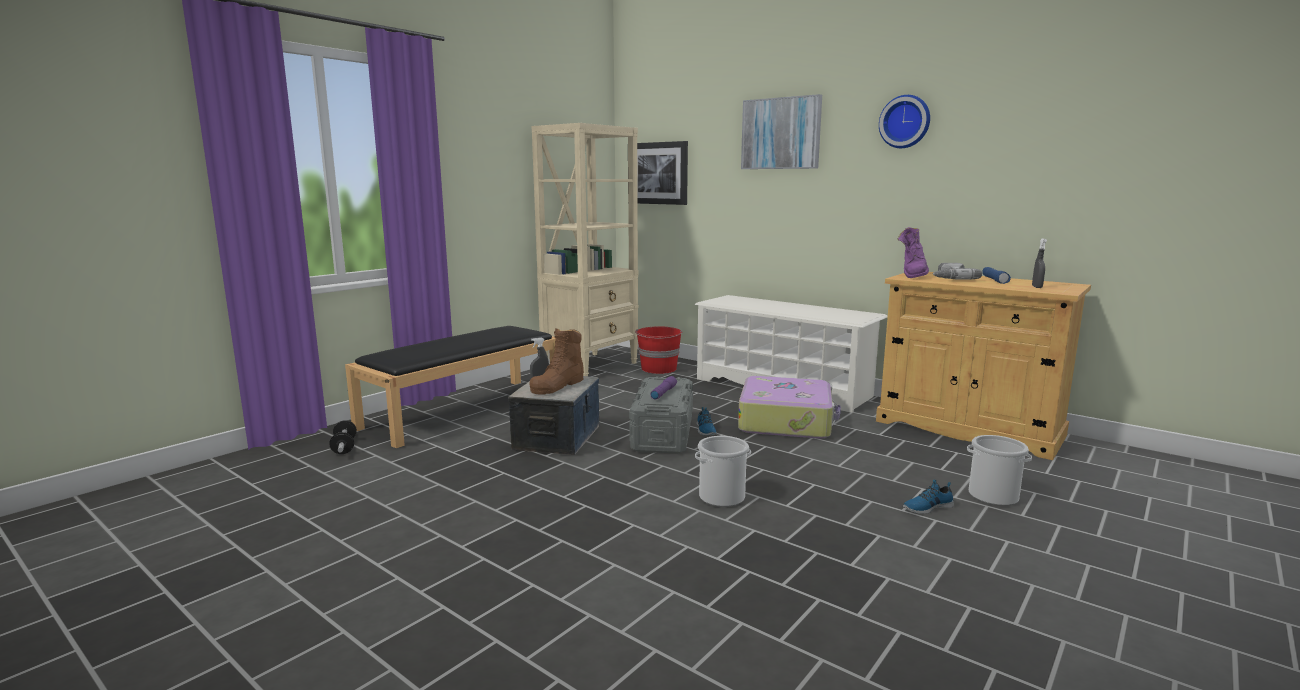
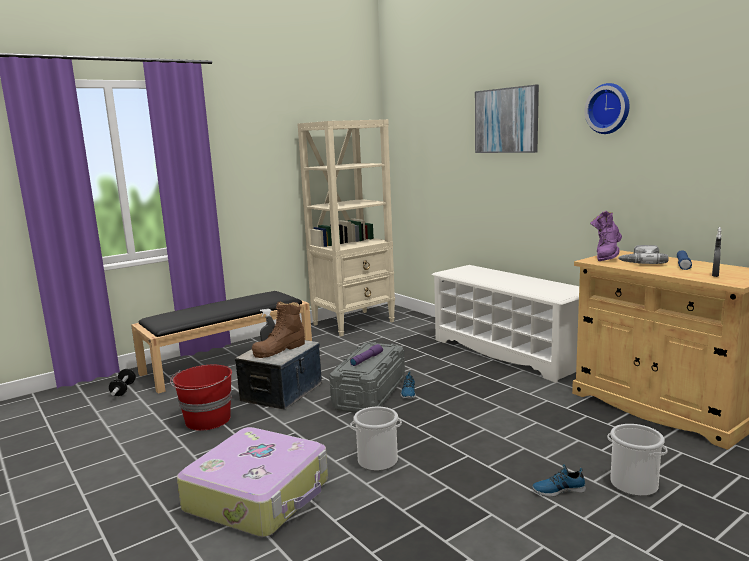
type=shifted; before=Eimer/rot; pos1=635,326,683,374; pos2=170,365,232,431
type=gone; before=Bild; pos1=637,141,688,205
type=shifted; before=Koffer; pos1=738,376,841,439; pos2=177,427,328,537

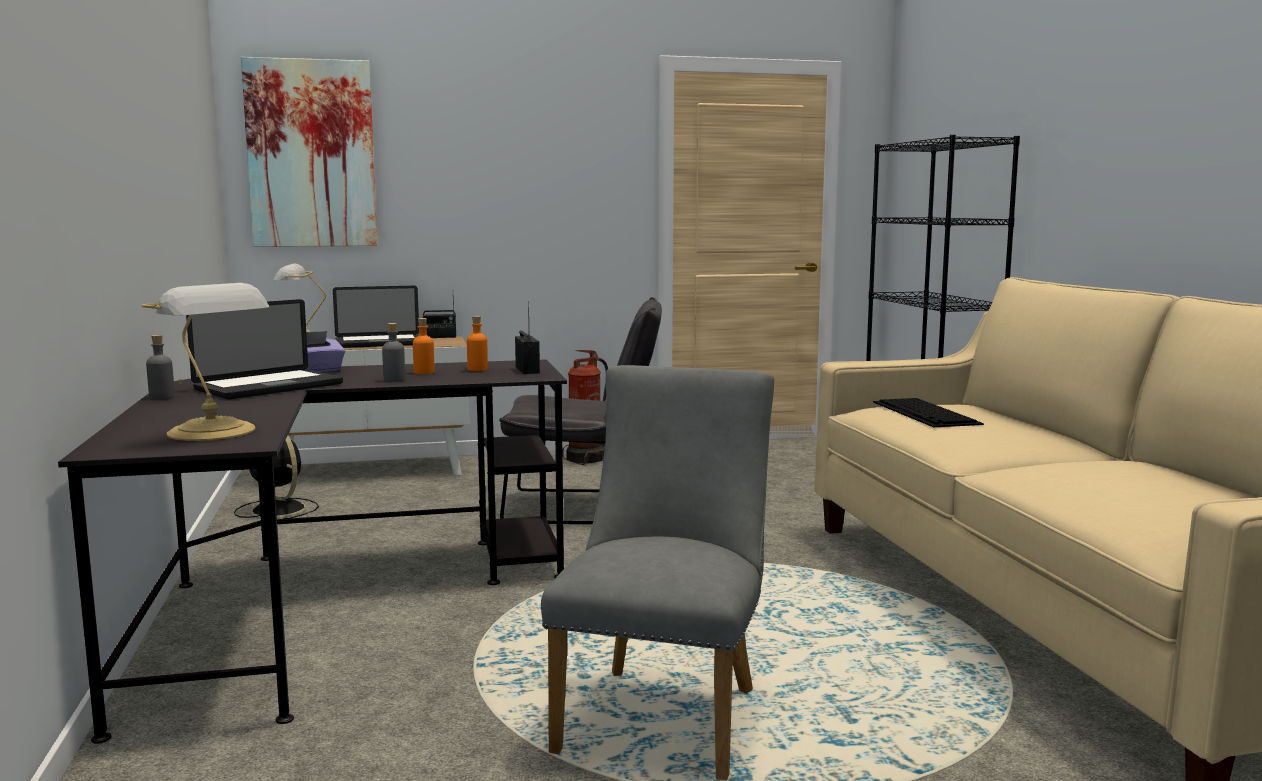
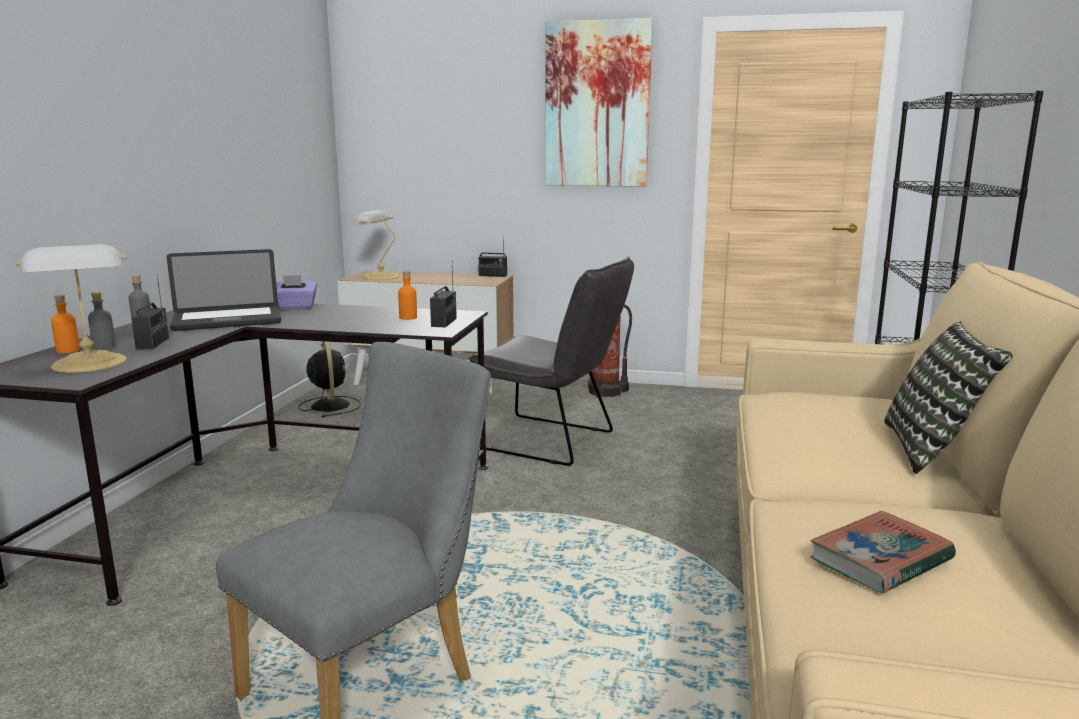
type=shifted; before=Bild; pos1=241,57,378,247; pos2=545,18,653,187
type=gone; before=Laptop; pos1=333,286,419,348
type=shifted; before=Flasche/grau; pos1=382,323,405,382; pos2=88,292,116,350
type=shifted; before=Flasche/orange; pos1=413,318,434,374; pos2=51,295,80,353
type=gone; before=Tastatur; pos1=873,398,984,427
type=new; after=Radio; pos2=131,274,169,350
type=new; after=Buch; pos2=810,511,956,593
type=new; after=Kissen; pos2=884,320,1013,474

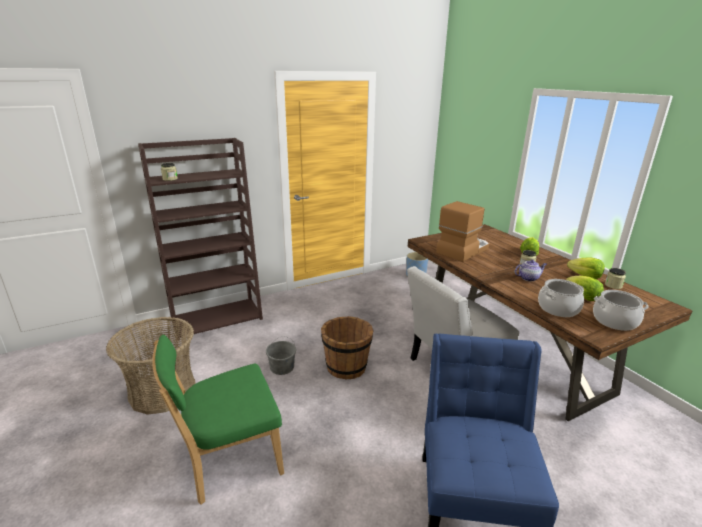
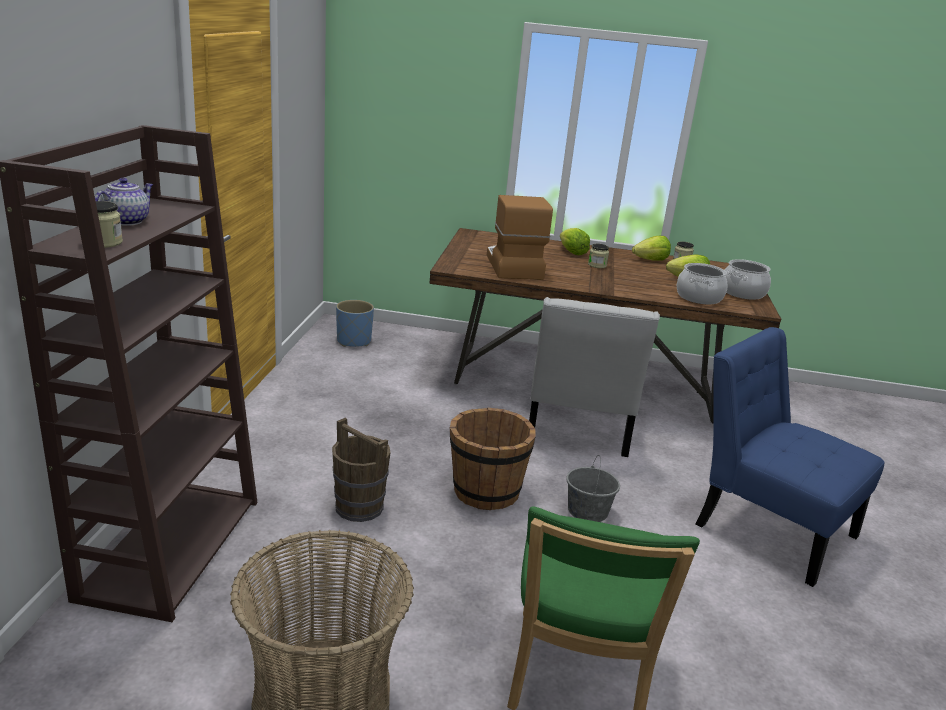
type=shifted; before=Eimer/grau; pos1=266,336,296,375; pos2=566,455,620,522
type=shifted; before=Teekanne; pos1=515,260,547,281; pos2=95,178,153,226
type=new; after=Eimer/braun; pos2=332,417,391,522

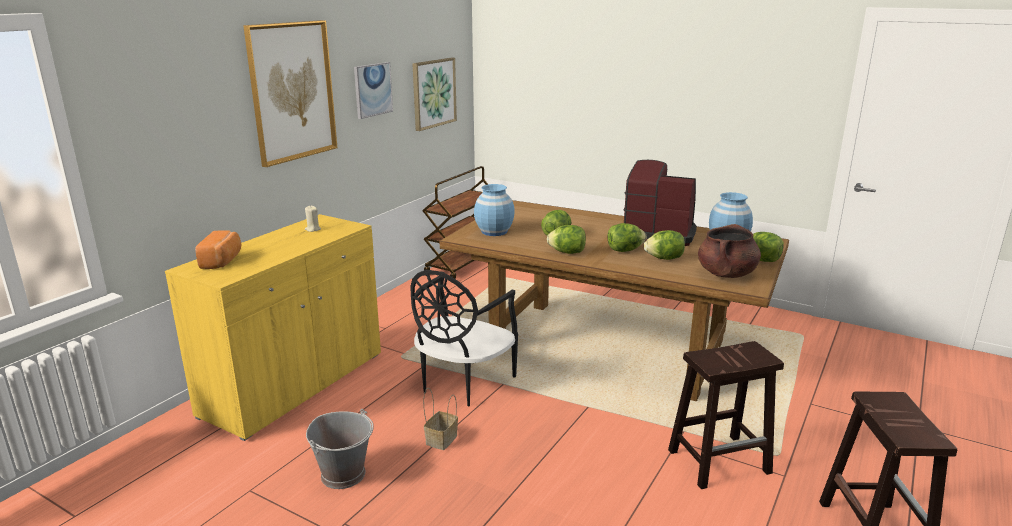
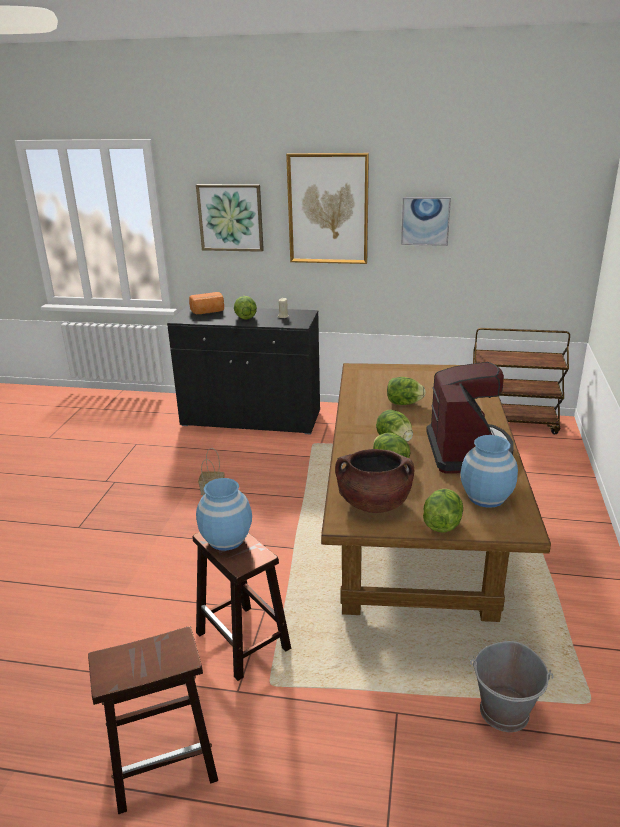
type=repainted; before=Schrank/gelb; after=Schrank/schwarz; pos1=165,214,381,441; pos2=167,306,320,435
type=shifted; before=Eimer/grau; pos1=306,409,374,489; pos2=470,641,554,732
type=gone; before=Stuhl/schwarz; pos1=411,270,518,406
type=shifted; before=Bild; pos1=412,58,457,131; pos2=196,184,264,252
type=shifted; before=Vase/blau; pos1=474,184,515,236; pos2=196,478,252,551
type=shifted; before=Salatkopf; pos1=547,225,586,254; pos2=234,296,257,320

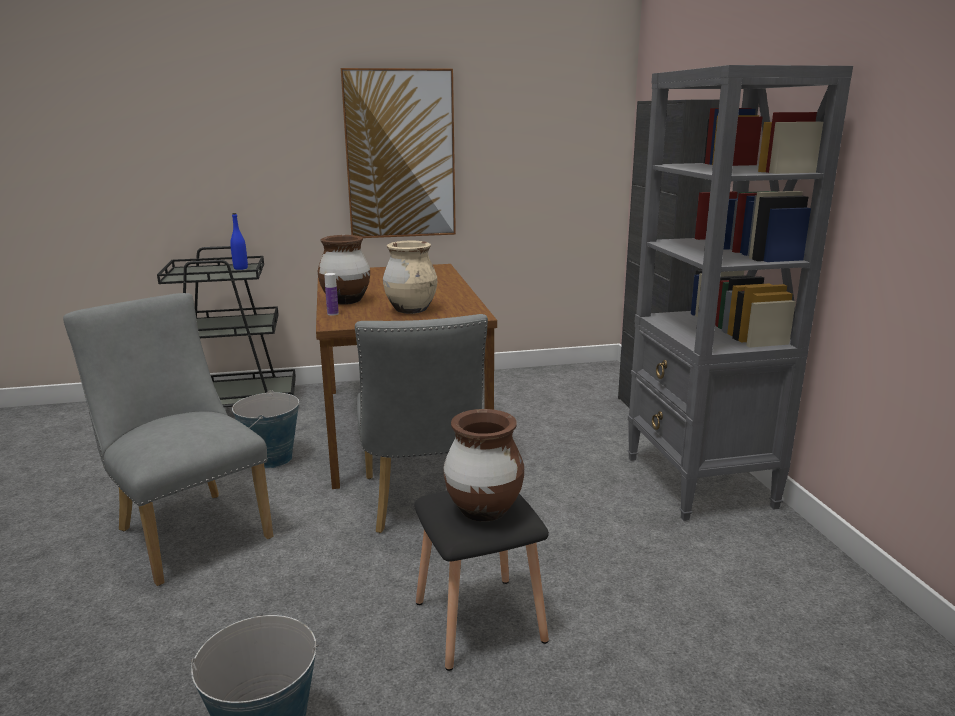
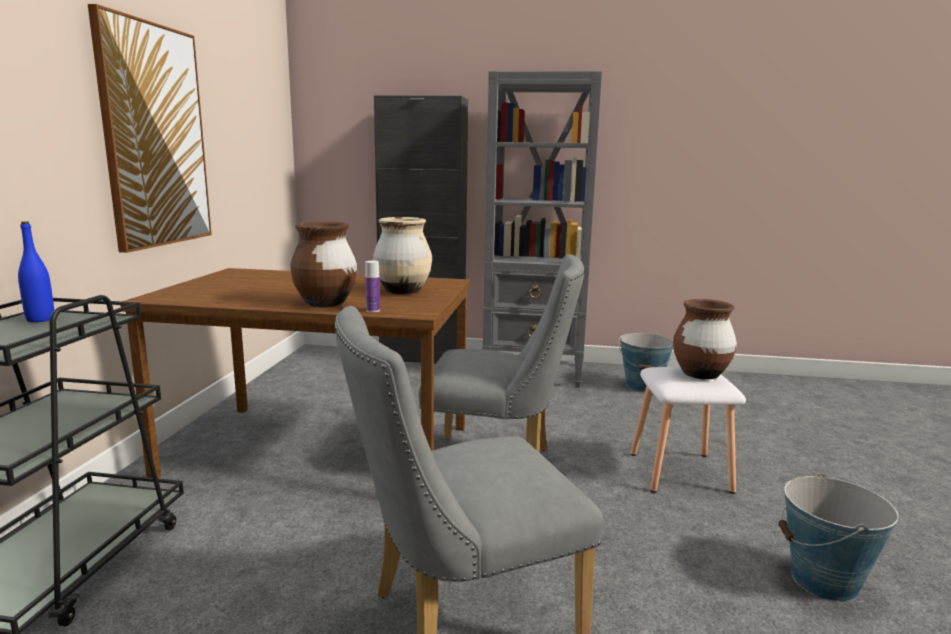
type=shifted; before=Eimer; pos1=232,390,299,468; pos2=619,333,674,393
type=repainted; before=Hocker/schwarz; after=Hocker/weiß; pos1=414,491,549,671; pos2=631,367,746,494

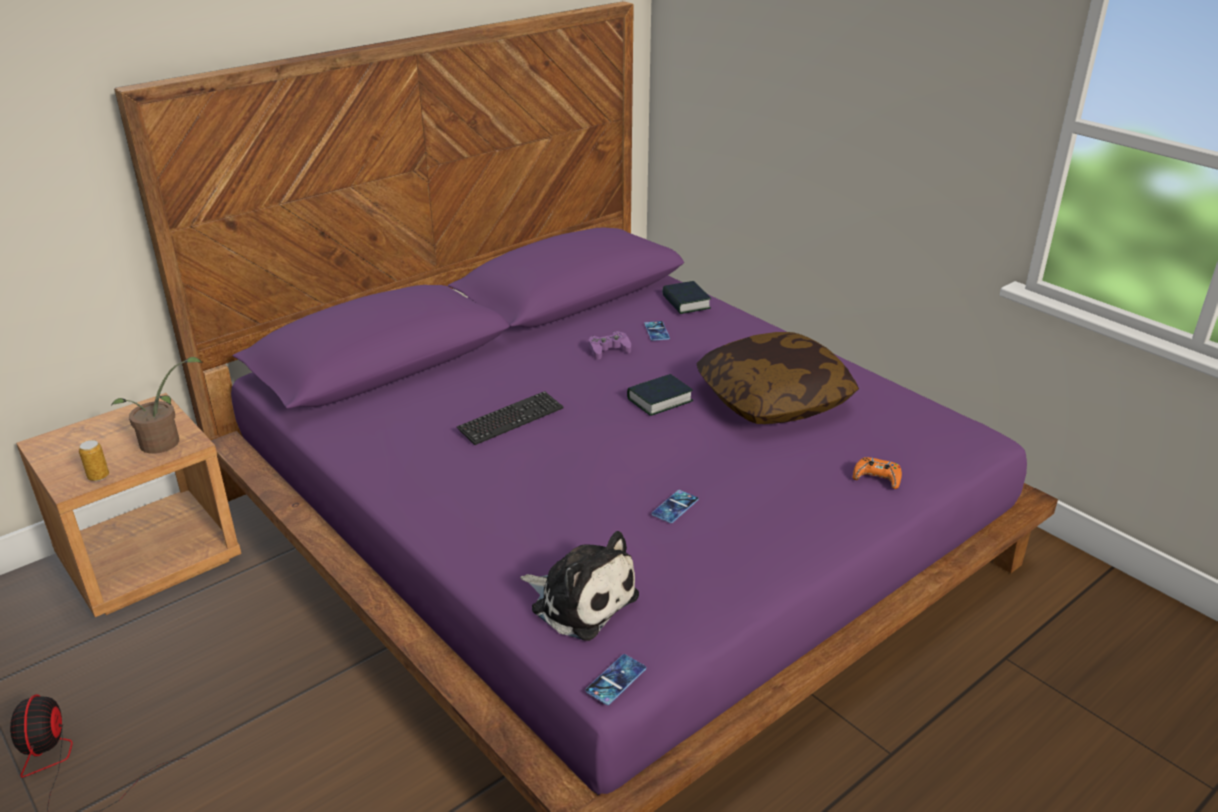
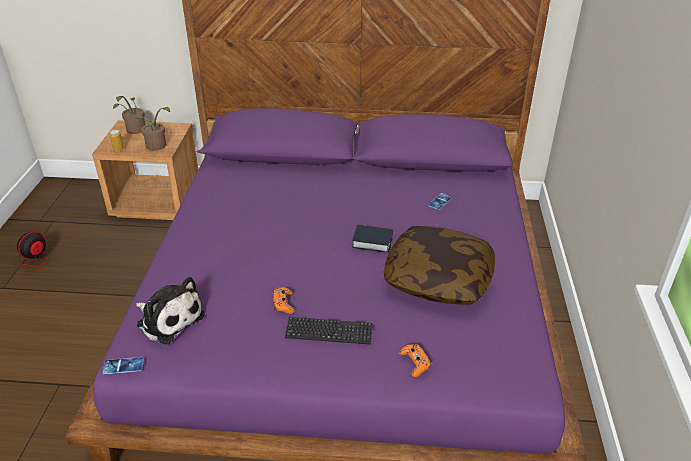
type=shifted; before=Tastatur; pos1=457,391,564,445; pos2=285,317,373,345
type=rotated; before=Plüschtier; pos1=520,531,639,641; pos2=136,277,205,344; turn=-45
type=gone; before=Gamepad/lila; pos1=589,331,631,359
type=swapped; before=Handy; after=Gamepad/orange; pos1=652,490,699,523; pos2=273,287,295,314
type=gone; before=Buch; pos1=662,281,711,314
type=new; after=Topfpflanze; pos2=113,96,146,134

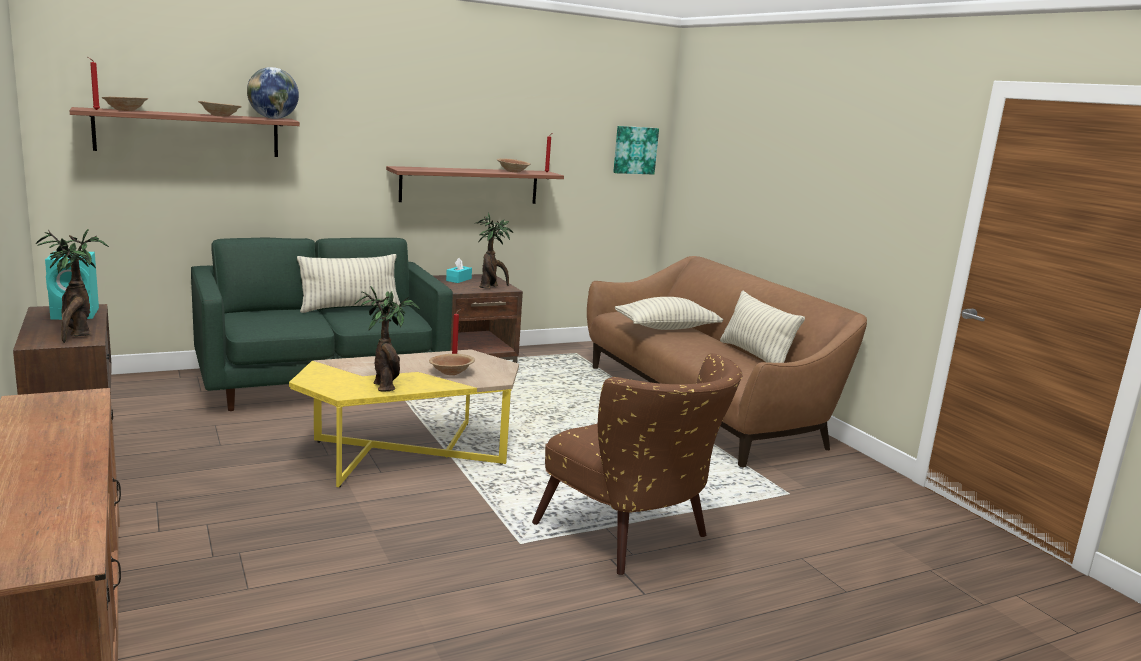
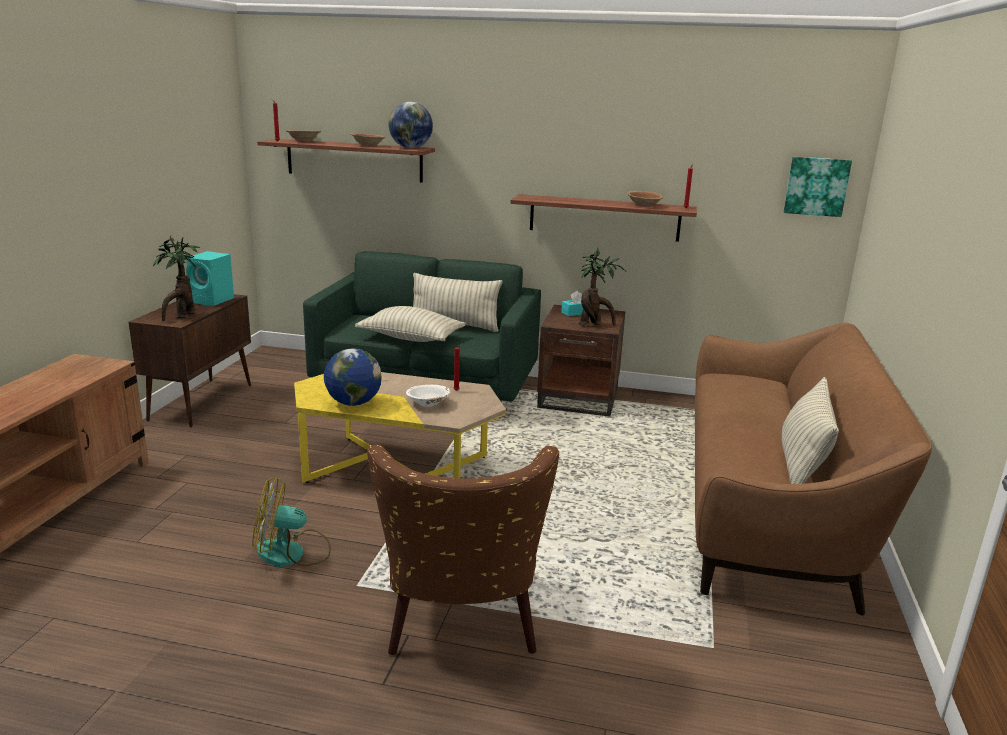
type=swapped; before=Topfpflanze; after=Globus; pos1=354,286,420,392; pos2=324,348,382,406
type=repainted; before=Schüssel/braun; after=Schüssel/weiß; pos1=429,354,475,375; pos2=406,384,451,407
type=shifted; before=Kissen; pos1=615,297,723,330; pos2=355,306,466,342
type=new; after=Ventilator; pos2=252,477,331,567

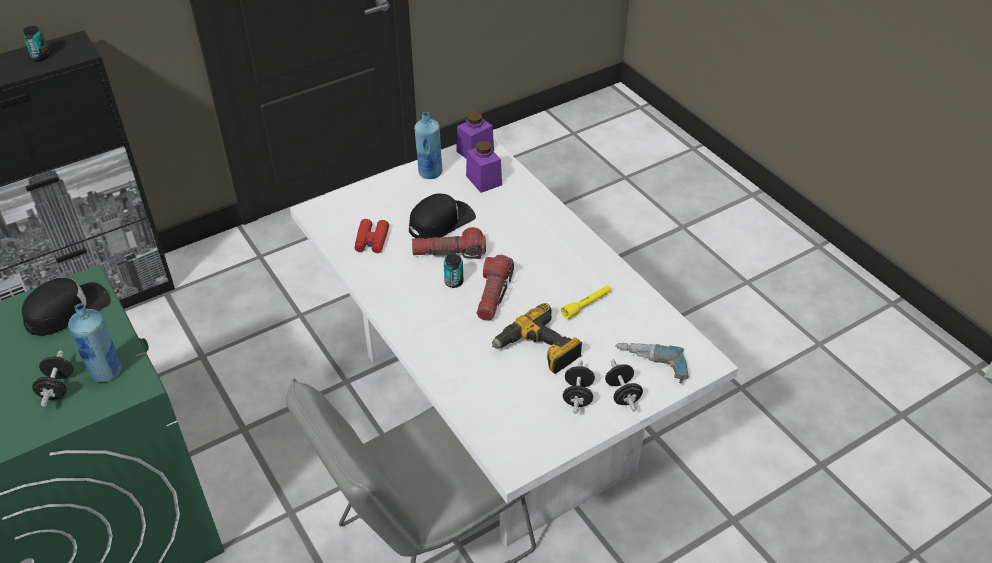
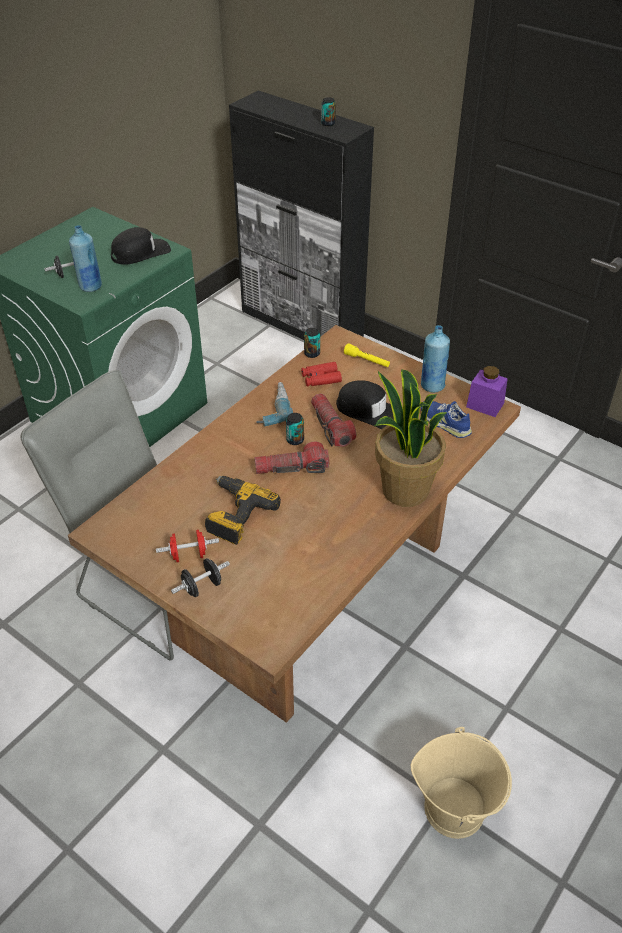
type=rotated; before=Kappe/schwarz; pos1=22,278,111,336; pos2=111,227,171,265; turn=-60
type=repainted; before=Esstisch/weiß; after=Esstisch/braun; pos1=290,138,738,547; pos2=68,325,521,723
type=swapped; before=Vorratsglas/lila; after=Schuh/blau; pos1=466,141,502,193; pos2=421,401,472,438
type=shifted; before=Taschenlampe/gelb; pos1=561,285,611,320; pos2=344,343,390,367
type=repainted; before=Hantel/schwarz; after=Hantel/rot; pos1=563,361,595,414; pos2=156,530,219,562
type=shifted; before=Bohrmaschine; pos1=615,343,689,384; pos2=257,382,293,427
type=new; after=Dose; pos2=304,328,320,358
type=new; after=Topfpflanze; pos2=375,369,447,507
type=new; after=Eimer/beige; pos2=411,727,512,839

